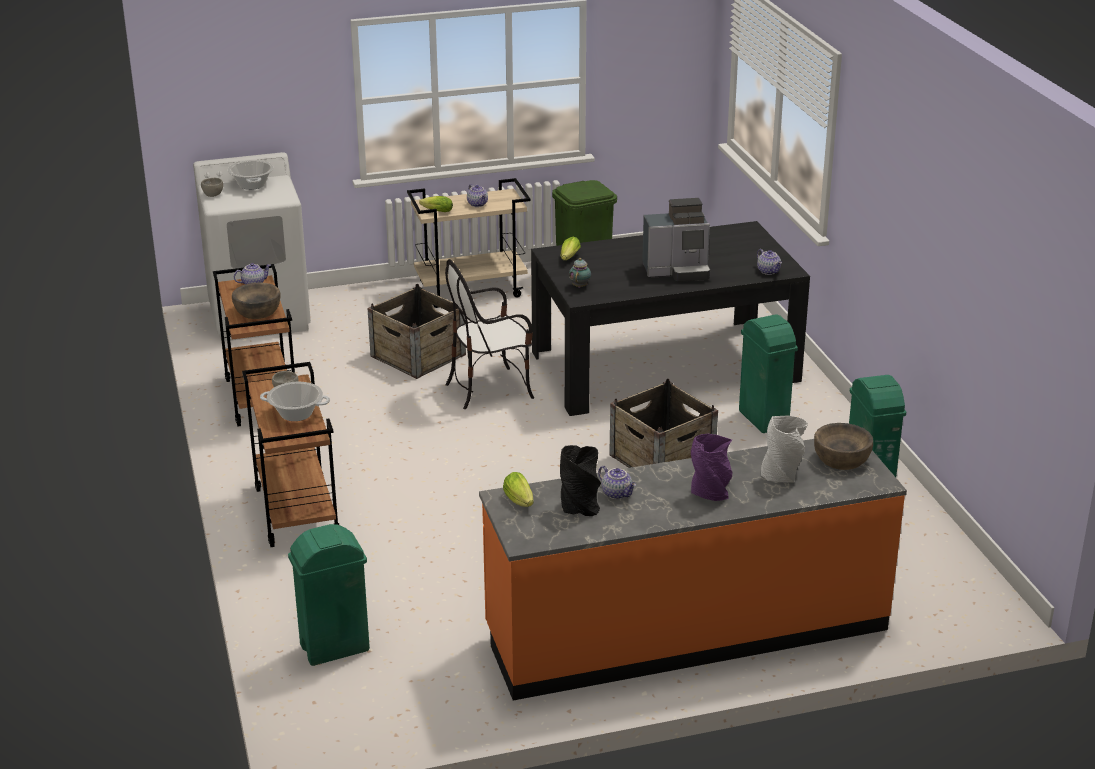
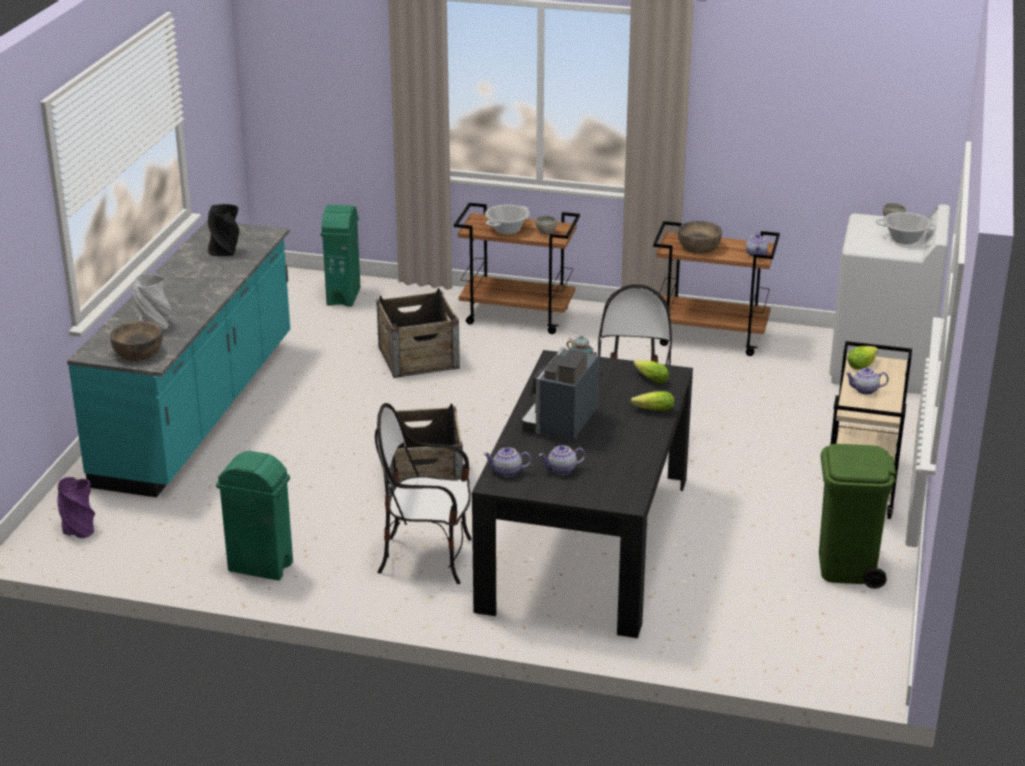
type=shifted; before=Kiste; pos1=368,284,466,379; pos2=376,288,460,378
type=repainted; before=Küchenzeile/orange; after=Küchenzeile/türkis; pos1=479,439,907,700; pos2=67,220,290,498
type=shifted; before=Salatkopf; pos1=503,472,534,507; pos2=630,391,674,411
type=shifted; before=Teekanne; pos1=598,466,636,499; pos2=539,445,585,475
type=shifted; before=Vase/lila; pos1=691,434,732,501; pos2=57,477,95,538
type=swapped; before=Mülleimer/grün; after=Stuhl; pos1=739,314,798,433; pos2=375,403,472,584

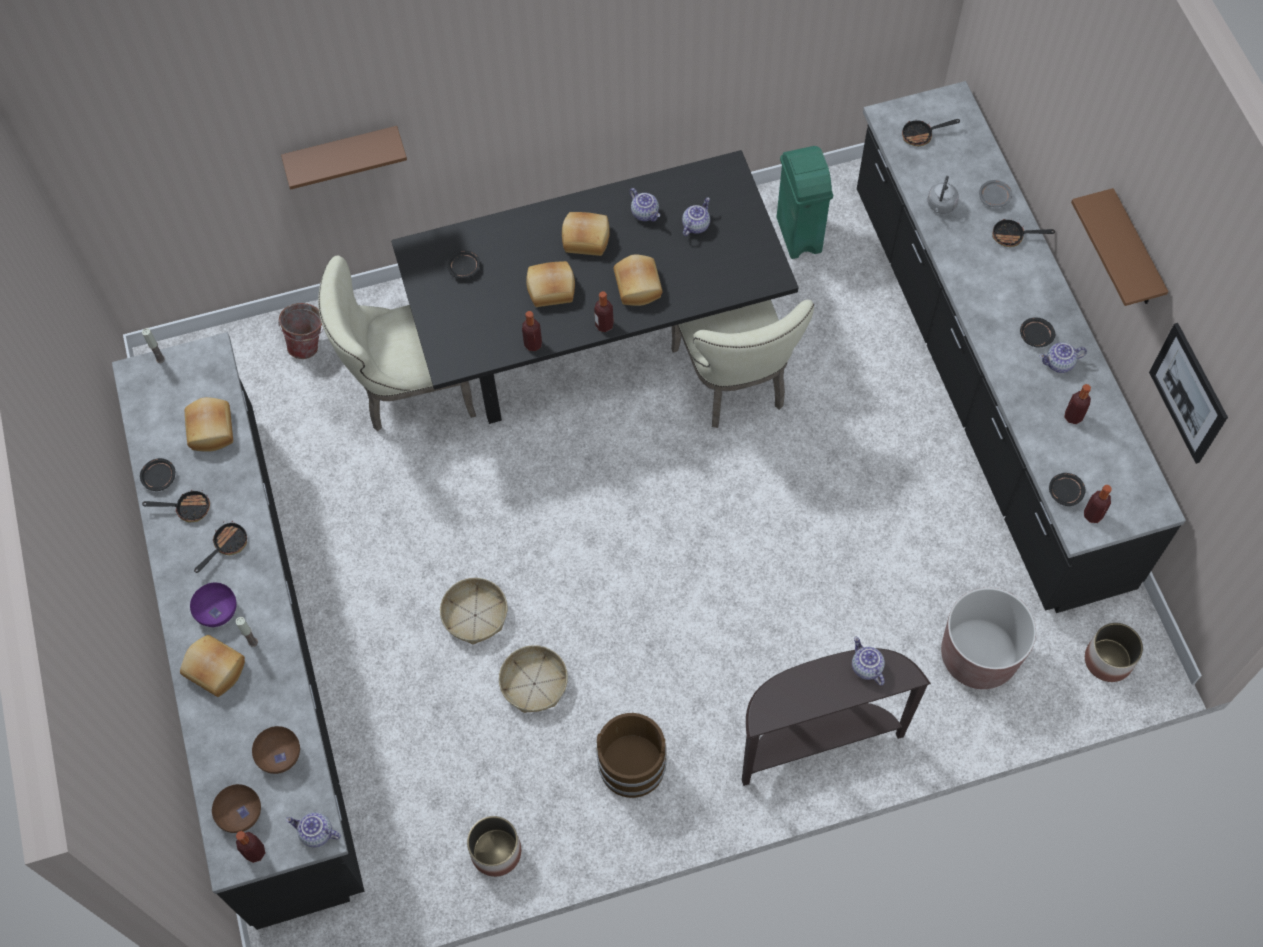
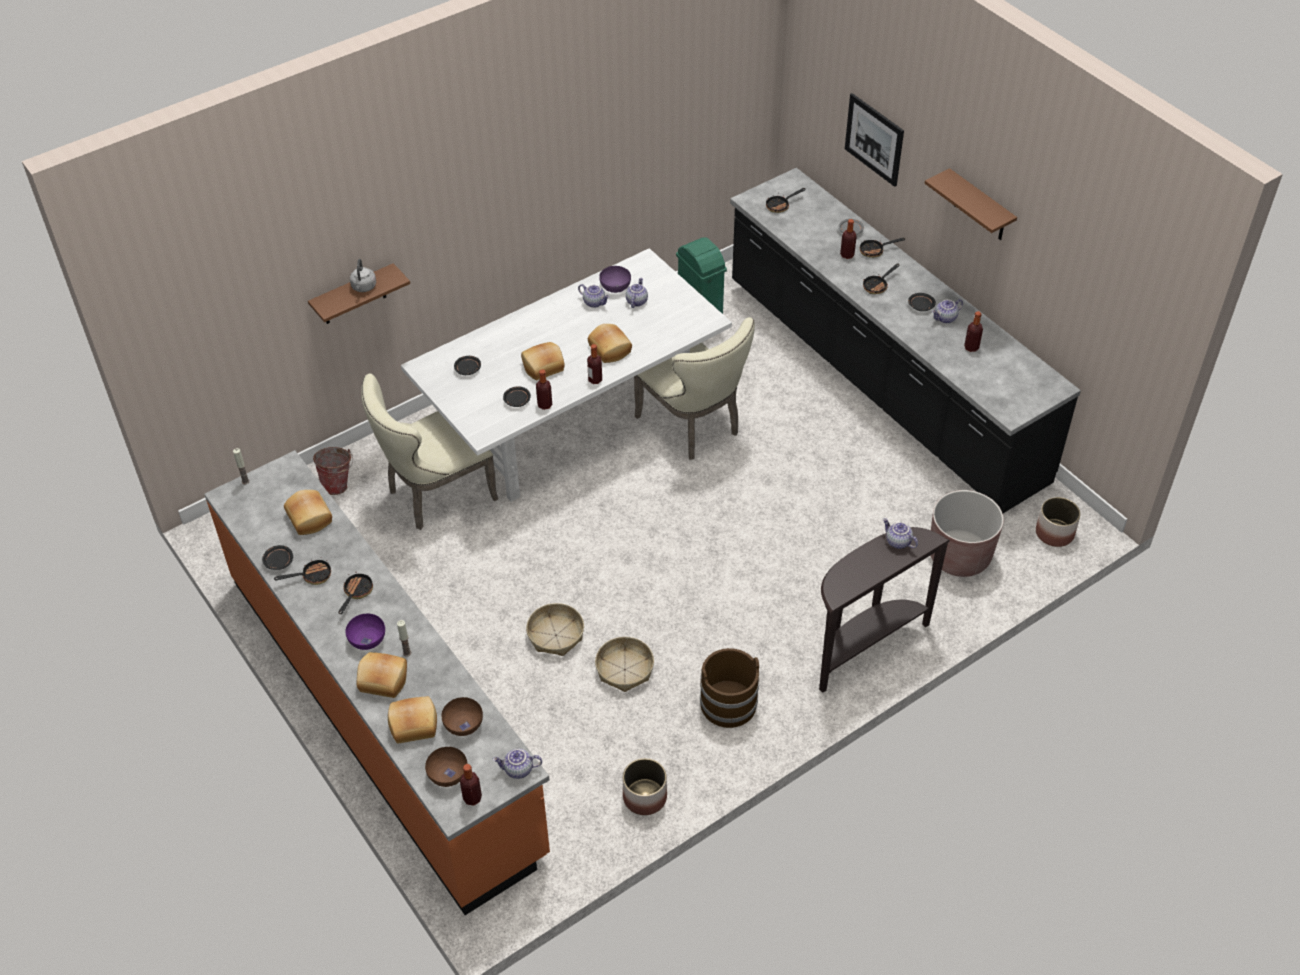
type=repainted; before=Küchenzeile/schwarz; after=Küchenzeile/orange; pos1=112,332,364,930; pos2=204,450,550,915
type=repainted; before=Esstisch/schwarz; after=Esstisch/weiß; pos1=391,150,799,424; pos2=401,248,732,502
type=shifted; before=Brot; pos1=562,212,610,256; pos2=388,696,437,744
type=shifted; before=Wasserkessel/grau; pos1=927,176,959,214; pos2=350,259,376,292
type=shifted; before=Teller/schwarz; pos1=1049,473,1086,506; pos2=503,386,531,407
type=shifted; before=Flasche; pos1=1084,485,1112,523; pos2=840,219,857,259
type=shifted; before=Bild; pos1=1149,323,1228,464; pos2=845,93,904,187
type=new; after=Schüssel/lila; pos2=599,266,631,293
type=new; after=Pfanne; pos2=863,264,900,294

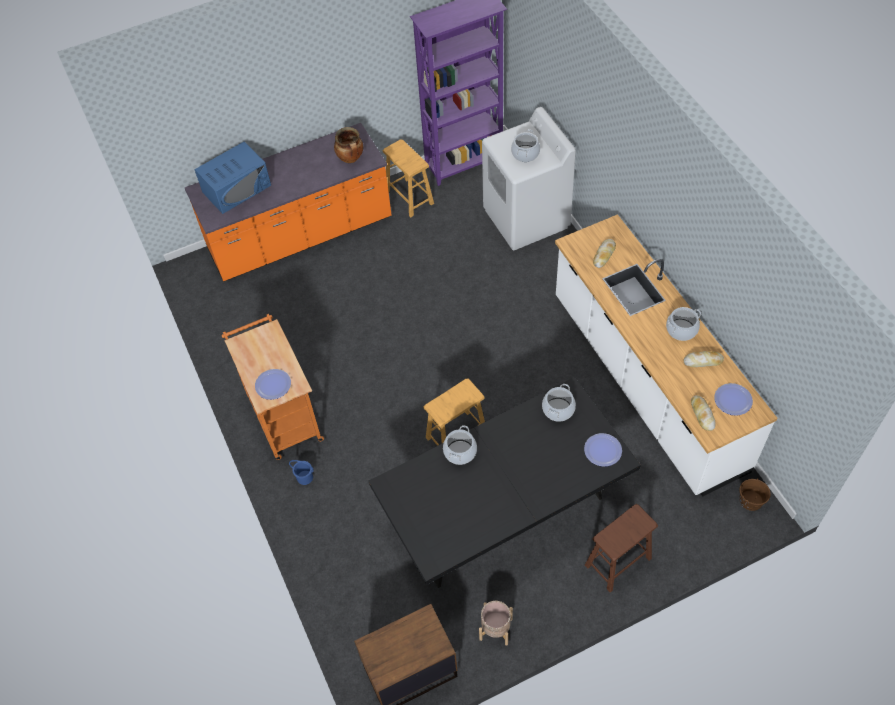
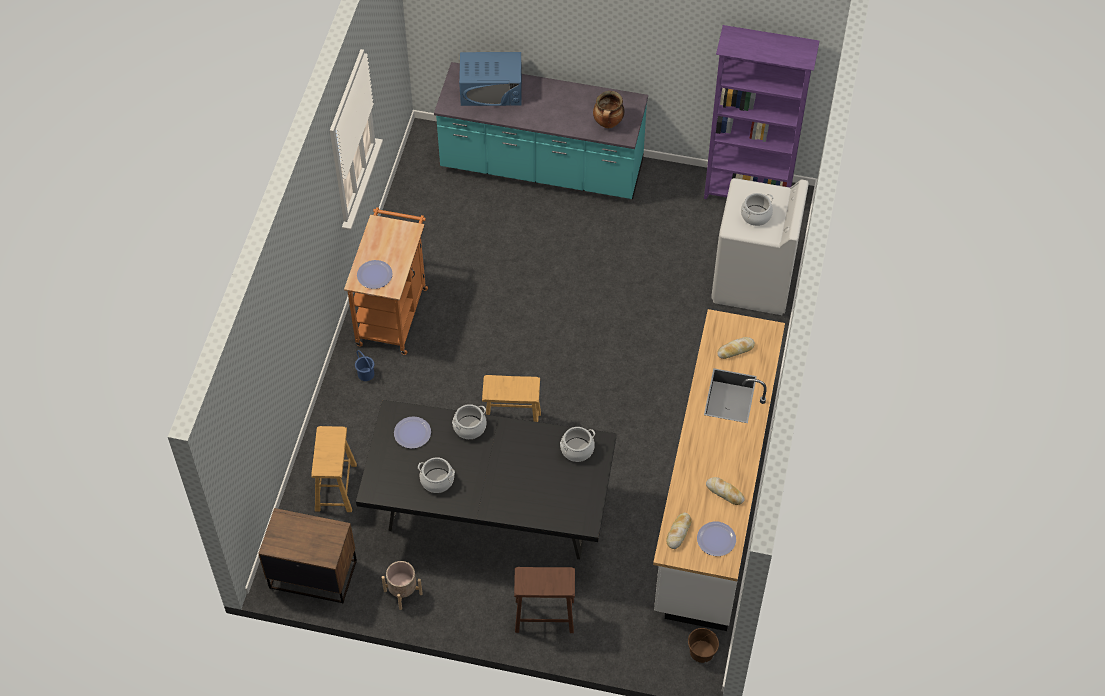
type=repainted; before=Küchenzeile/orange; after=Küchenzeile/türkis; pos1=185,123,392,282; pos2=434,62,648,199
type=shifted; before=Hocker/braun; pos1=383,139,434,217; pos2=311,426,357,512
type=shifted; before=Teller; pos1=584,433,622,467; pos2=394,416,431,449
type=shifted; before=Kochtopf; pos1=666,307,701,341; pos2=418,457,455,493

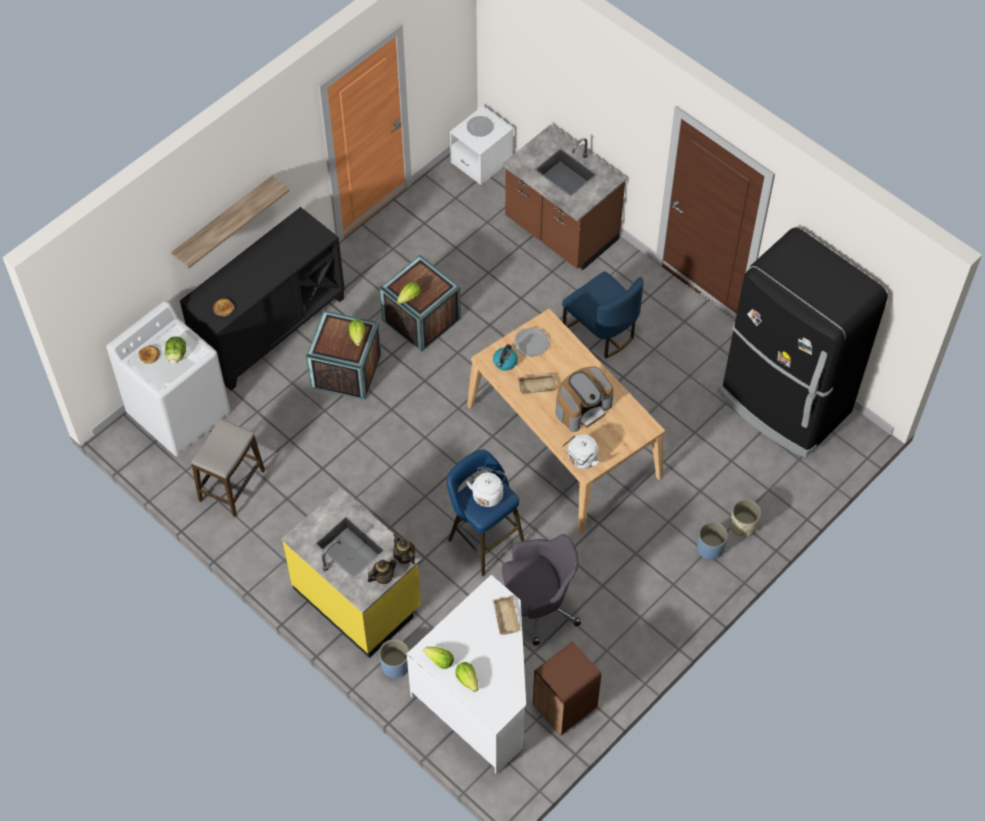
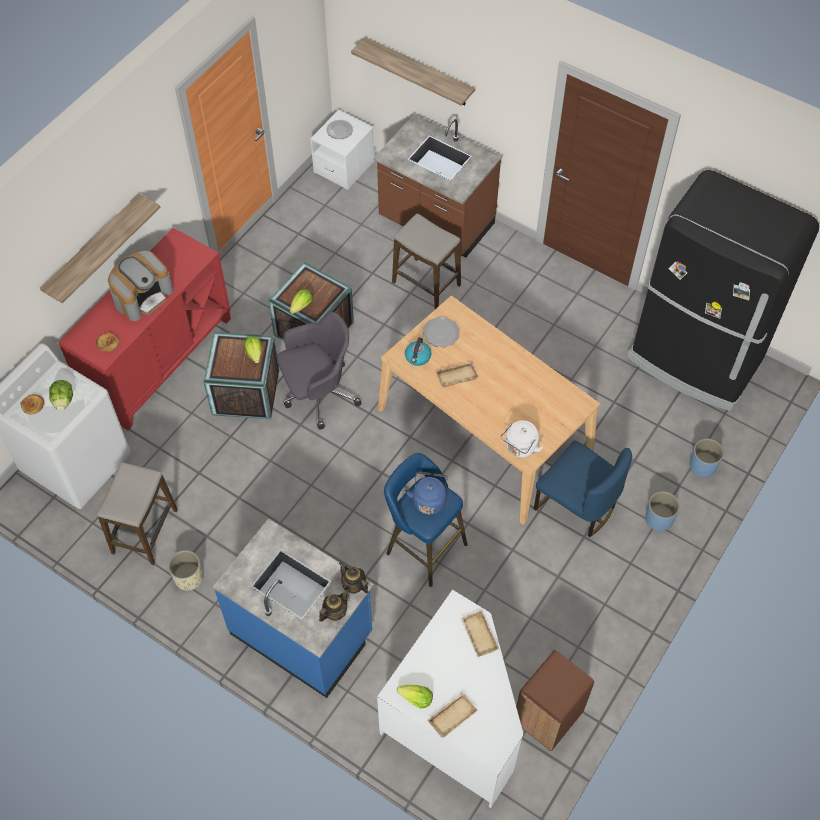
type=repainted; before=Schrank/schwarz; after=Schrank/rot; pos1=180,207,345,390; pos2=58,228,231,430
type=repainted; before=Küchenzeile/gelb; after=Küchenzeile/blau; pos1=282,488,422,658; pos2=213,519,374,698
type=shifted; before=Pflanzkübel/blau; pos1=379,639,409,678; pos2=690,439,724,478
type=swapped; before=Salatkopf; after=Tablett/beige; pos1=455,662,478,692; pos2=427,692,478,738
type=repainted; before=Wasserkessel/weiß; after=Wasserkessel/blau; pos1=466,467,506,507; pos2=405,472,448,515
type=shifted; before=Bürostuhl/grau; pos1=502,534,581,646; pos2=277,312,362,430
type=shifted; before=Kaffeemaschine; pos1=556,367,614,432; pos2=108,250,173,321
type=shifted; before=Stuhl/blau; pos1=562,271,643,358; pos2=534,441,632,537
type=shifted; before=Pflanzkübel/beige; pos1=730,499,761,537; pos2=168,550,203,591
type=new; after=Wandregal; pos2=351,37,475,106
type=new; after=Hocker; pos2=392,214,461,309

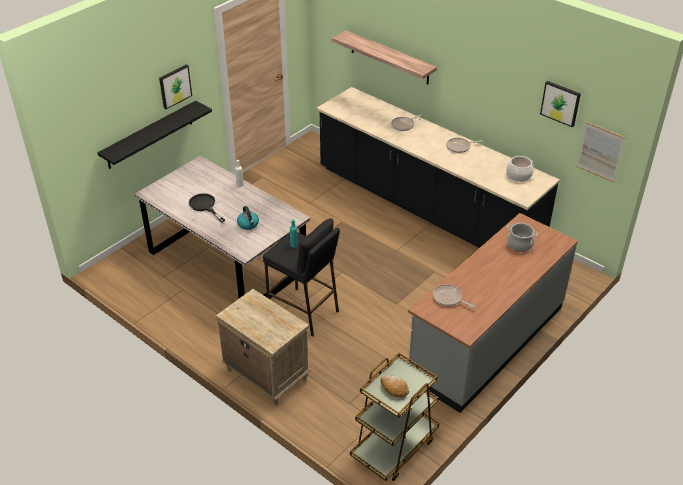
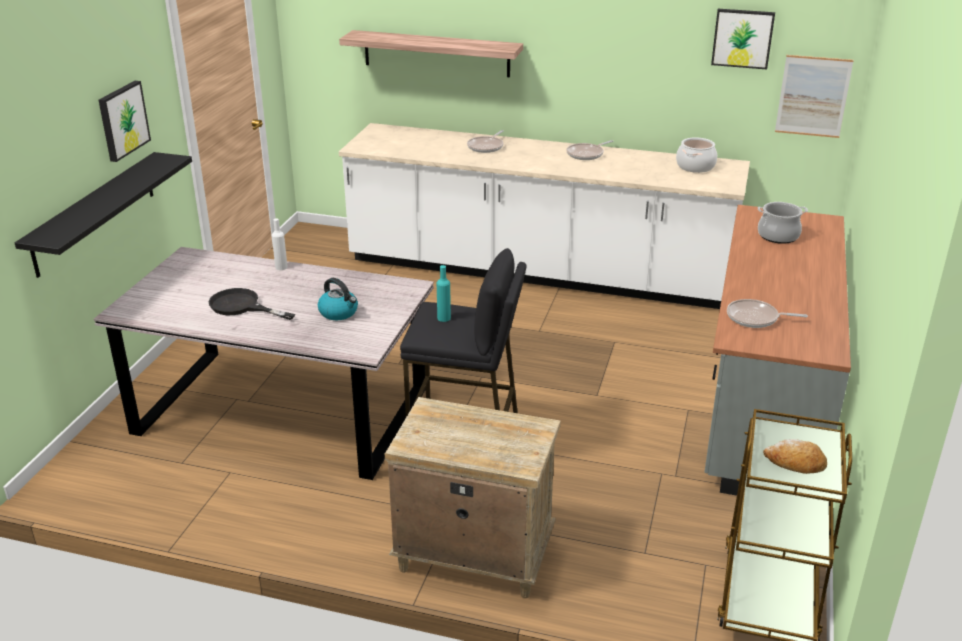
type=repainted; before=Küchenzeile/schwarz; after=Küchenzeile/weiß; pos1=317,87,560,248; pos2=339,123,750,309

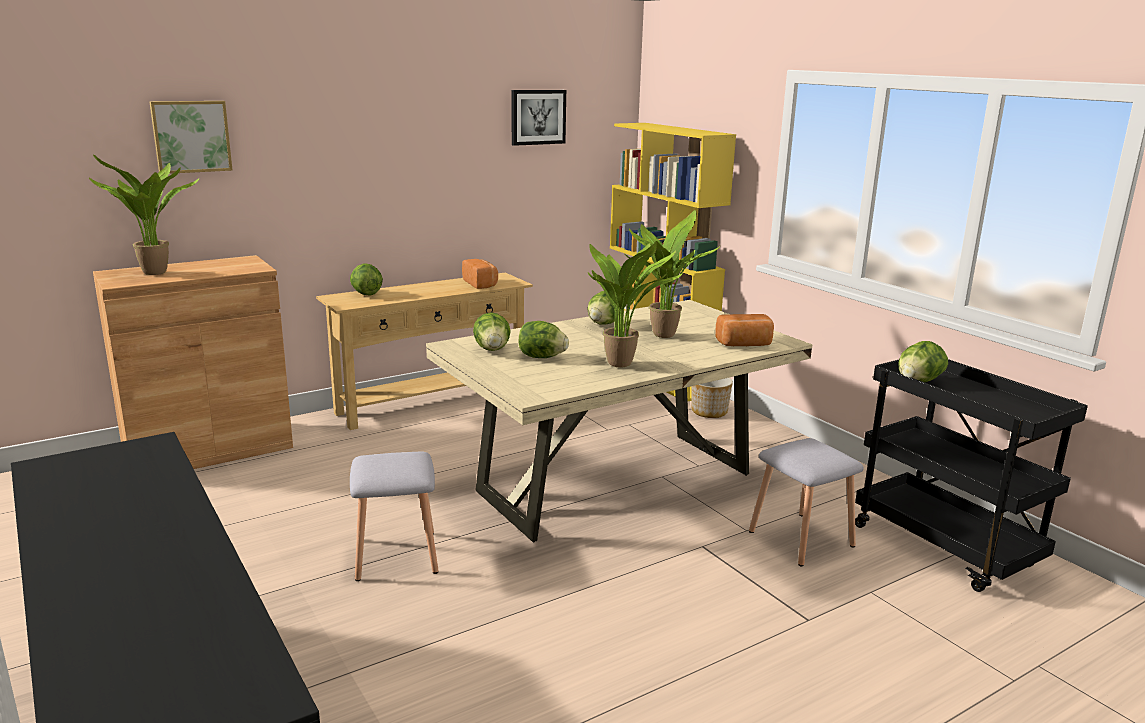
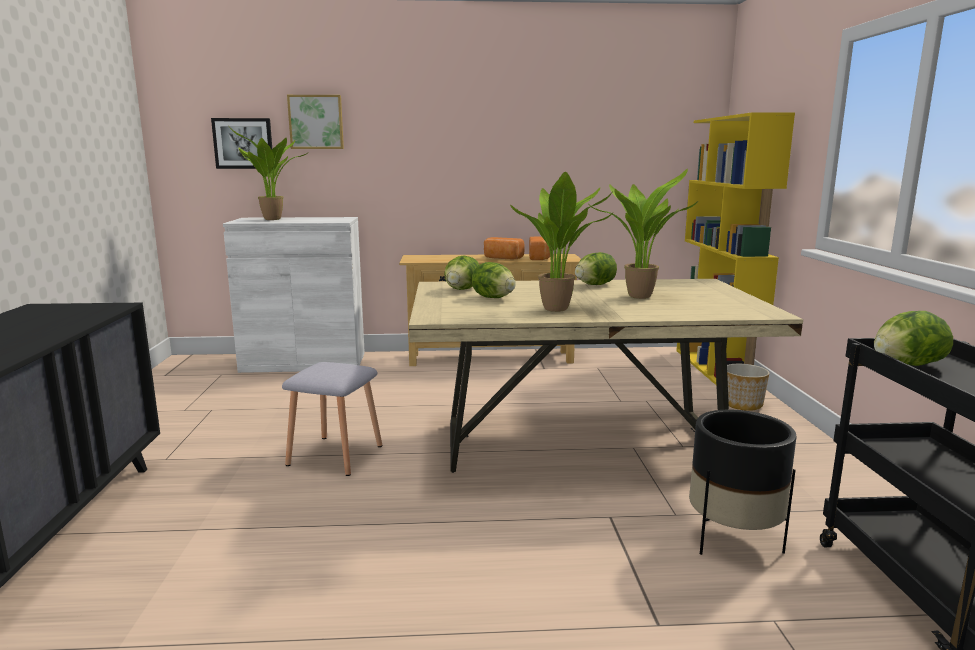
type=repainted; before=Schrank/braun; after=Schrank/weiß; pos1=93,255,293,469; pos2=223,217,365,373
type=gone; before=Salatkopf; pos1=350,263,383,295
type=shifted; before=Bild; pos1=512,90,566,146; pos2=211,118,272,169
type=shifted; before=Brot; pos1=715,314,774,346; pos2=484,237,525,259
type=swapped; before=Hocker/grau; after=Pflanzkübel/schwarz; pos1=749,438,864,566; pos2=689,410,797,555

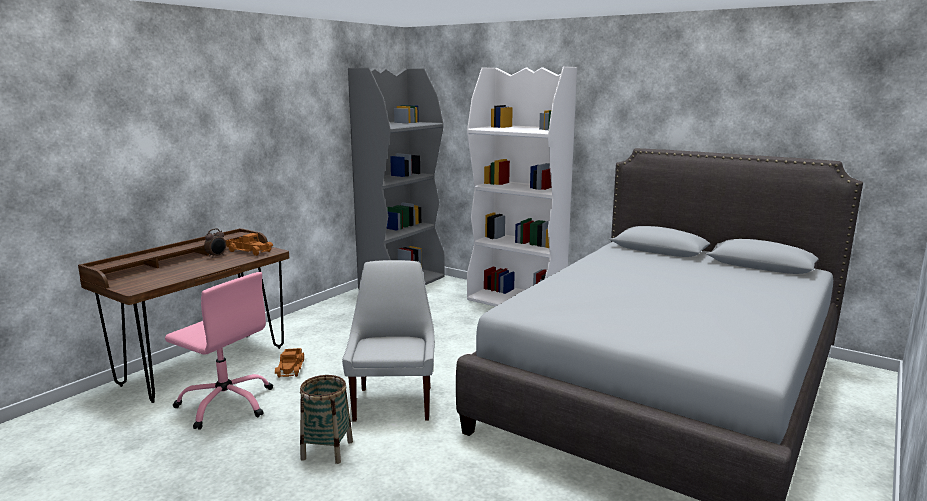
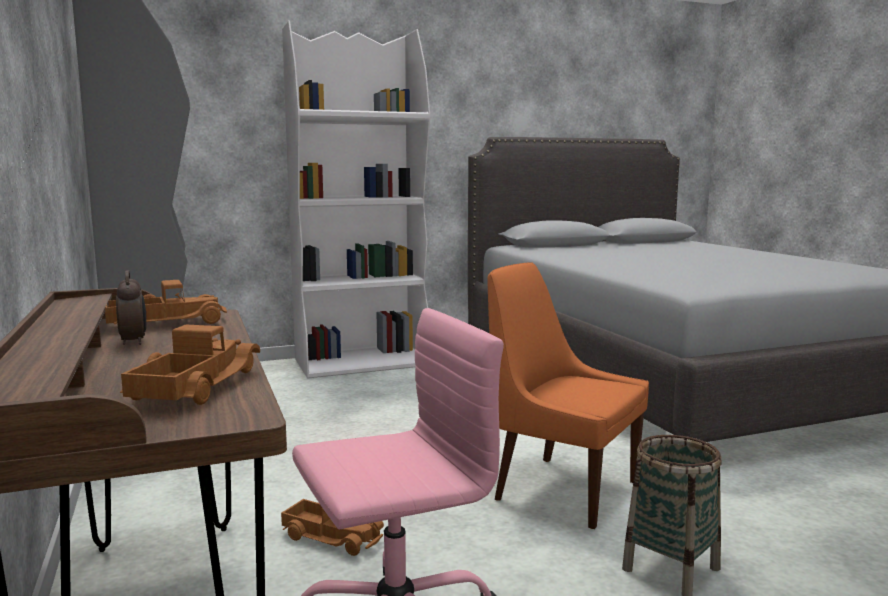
type=repainted; before=Stuhl/weiß; after=Stuhl/orange; pos1=342,260,435,422; pos2=487,262,649,529
type=new; after=Spielzeuglaster; pos2=120,325,260,405

